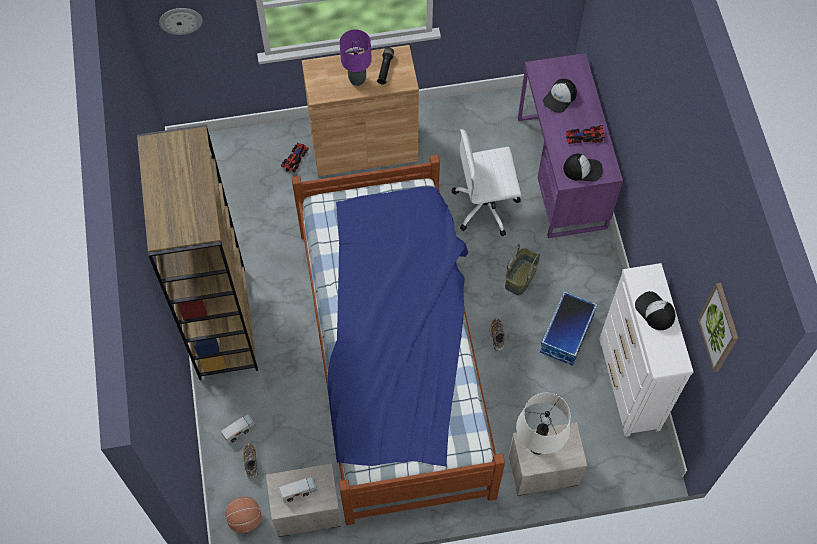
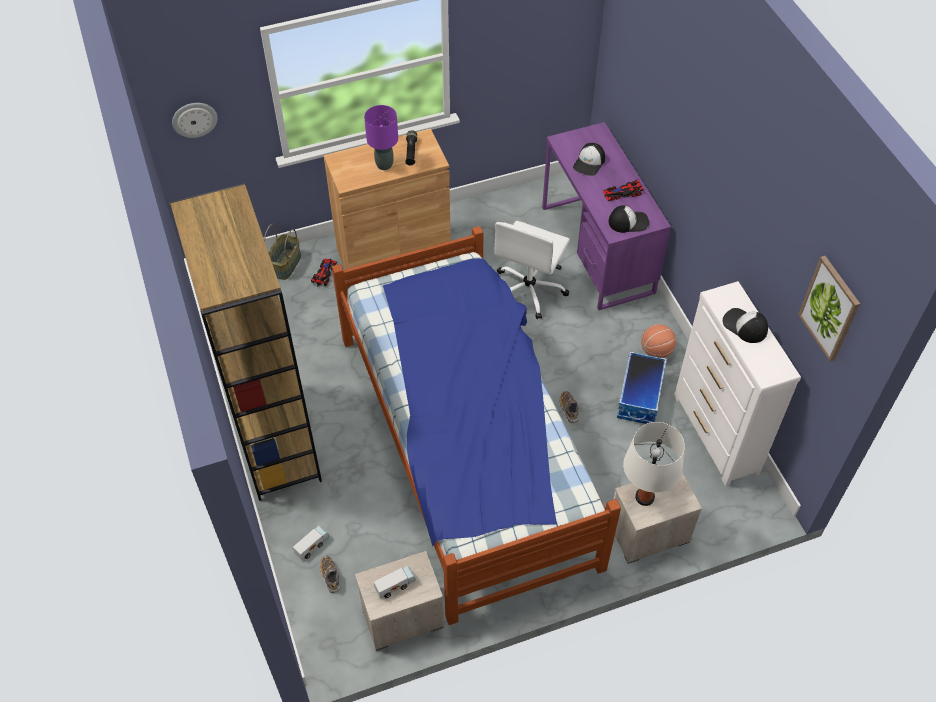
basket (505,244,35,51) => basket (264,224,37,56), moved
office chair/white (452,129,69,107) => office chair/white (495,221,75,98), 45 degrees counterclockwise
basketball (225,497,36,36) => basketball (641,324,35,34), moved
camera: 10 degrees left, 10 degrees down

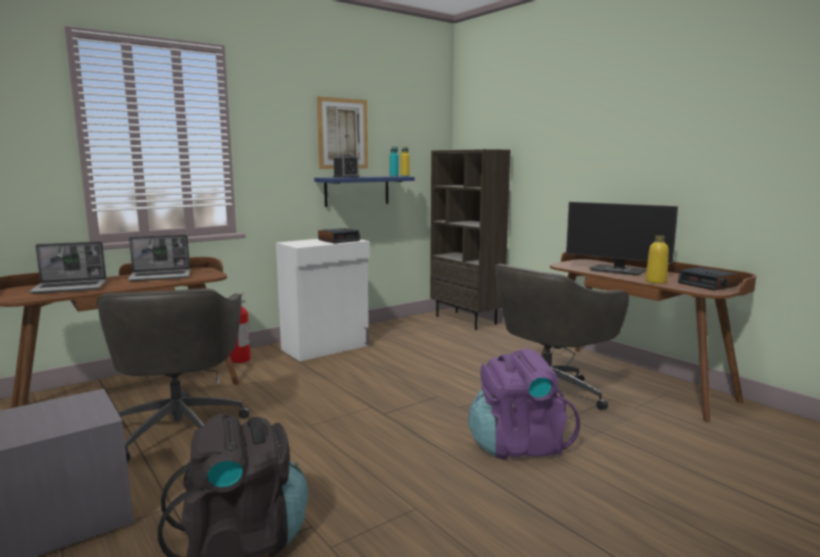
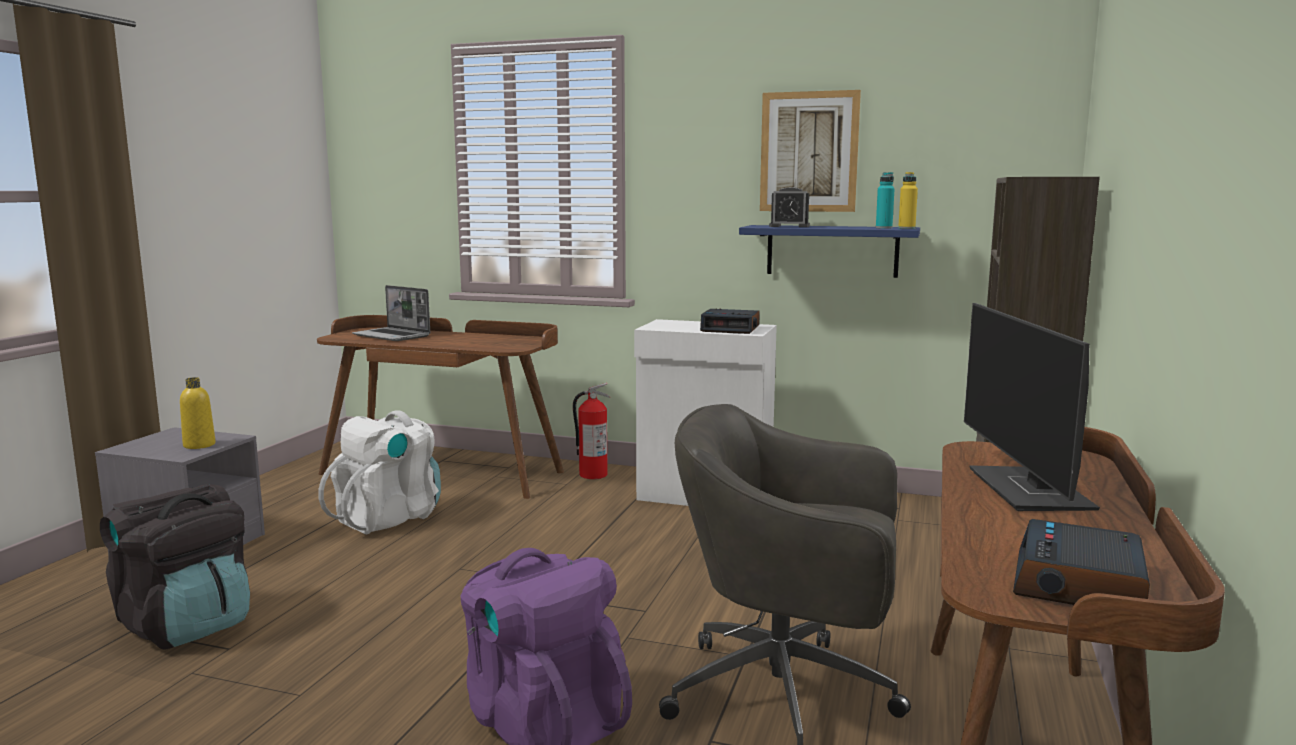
bottle/yellow (645,235,24,49) => bottle/yellow (180,377,36,72), moved
office chair/grey (97,288,153,174) => backpack/white (318,410,123,124)
laptop (128,235,62,46) => nothing
camera: 55 degrees right, 0 degrees up

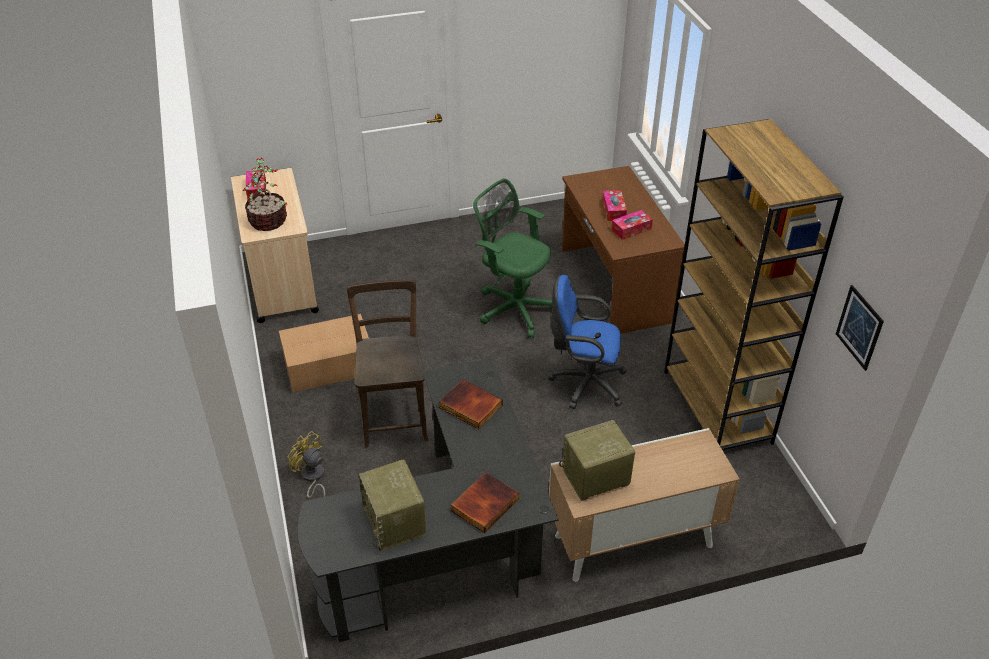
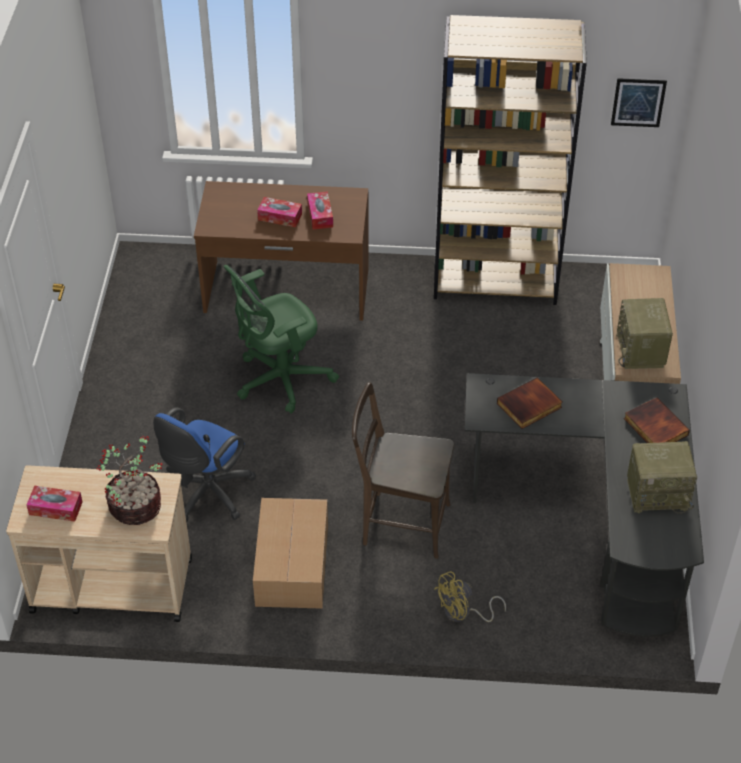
office chair/blue (548,275,79,134) => office chair/blue (153,408,103,115), moved
camera: 70 degrees left, 5 degrees up

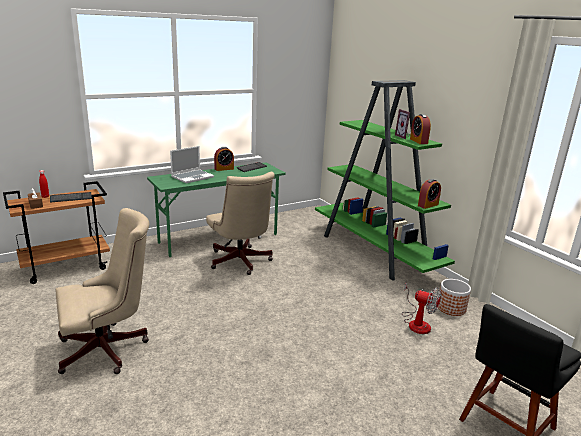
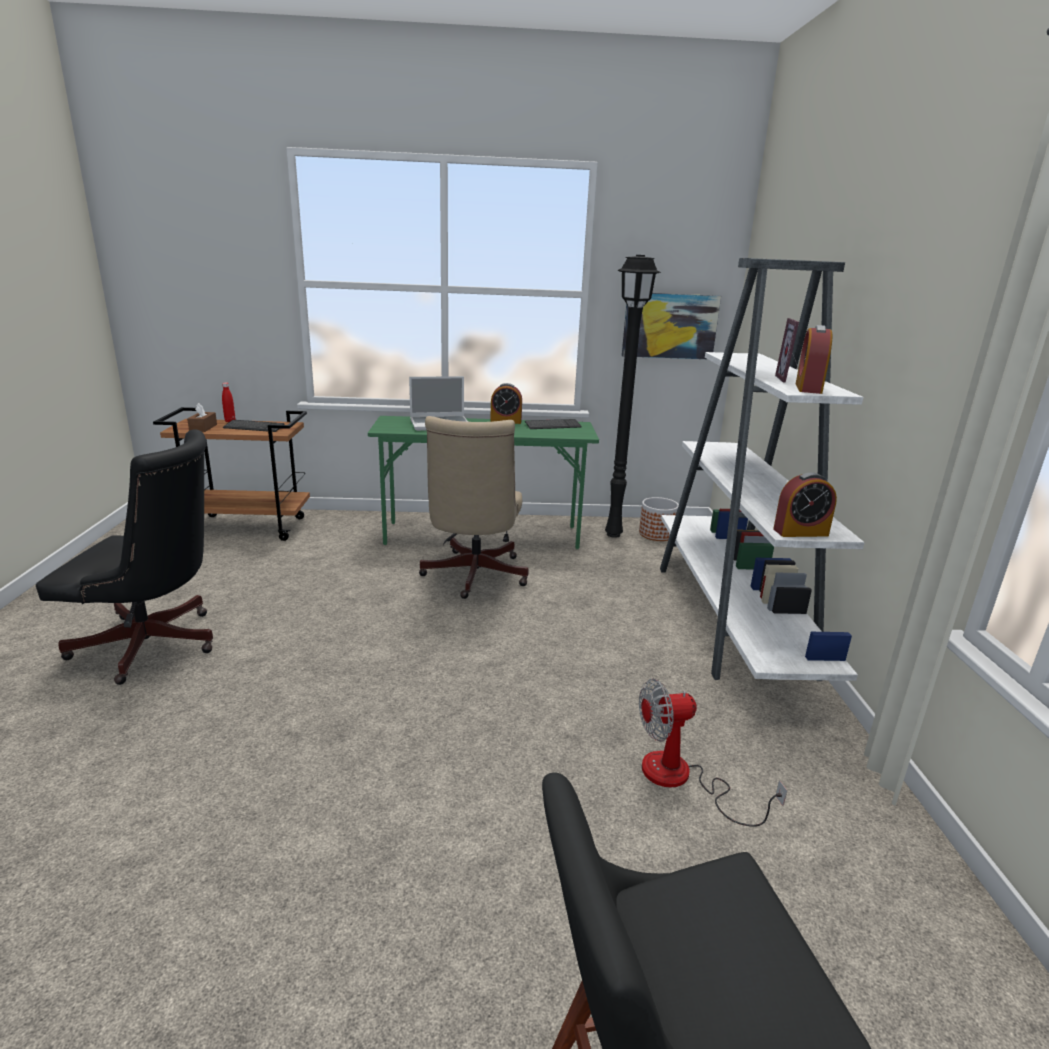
office chair/beige (56,208,93,166) => office chair/black (36,429,177,256)
nothing => floor lamp/black (605,255,56,283)
nothing => picture (622,293,99,66)
planter (438,279,33,37) => planter (639,497,40,44), moved
fan (402,283,39,51) => fan (639,678,148,149), 105 degrees clockwise
bookcase/green (315,80,140,201) => bookcase/white (660,258,205,423)
camera: 30 degrees right, 0 degrees up

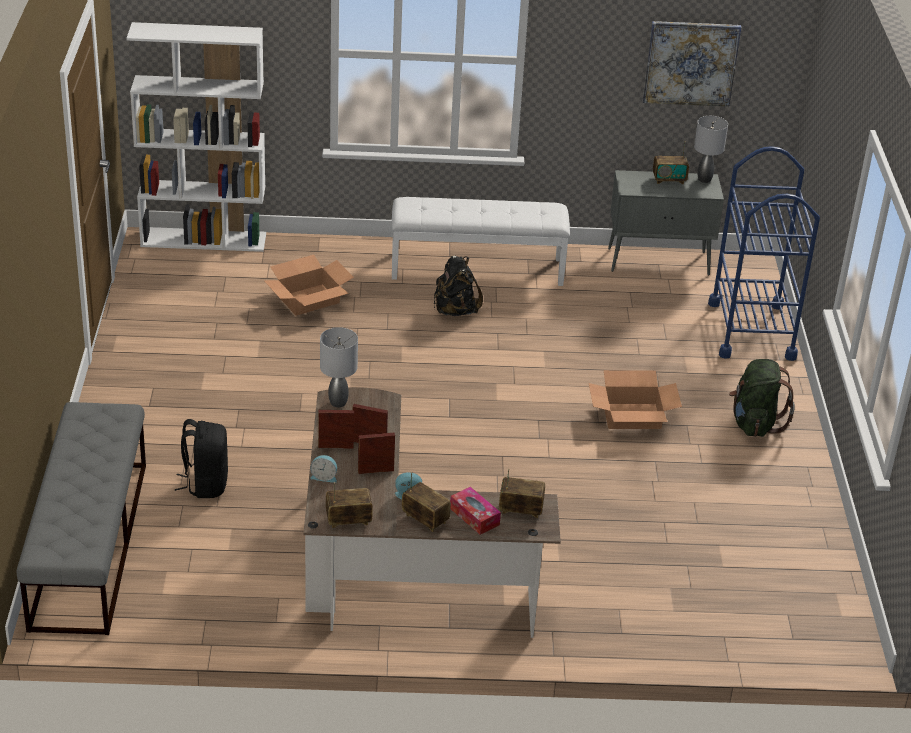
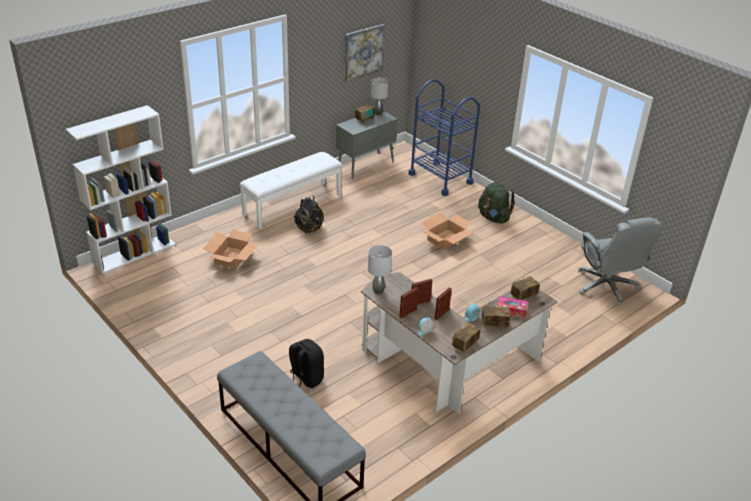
nothing => office chair/grey (578,217,84,89)
camera: 40 degrees left, 0 degrees up

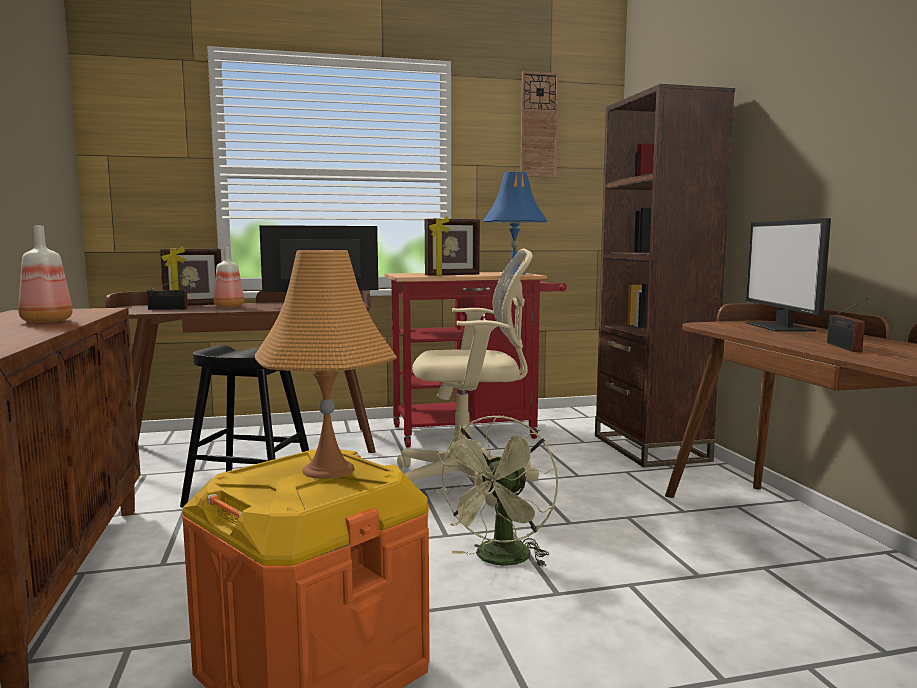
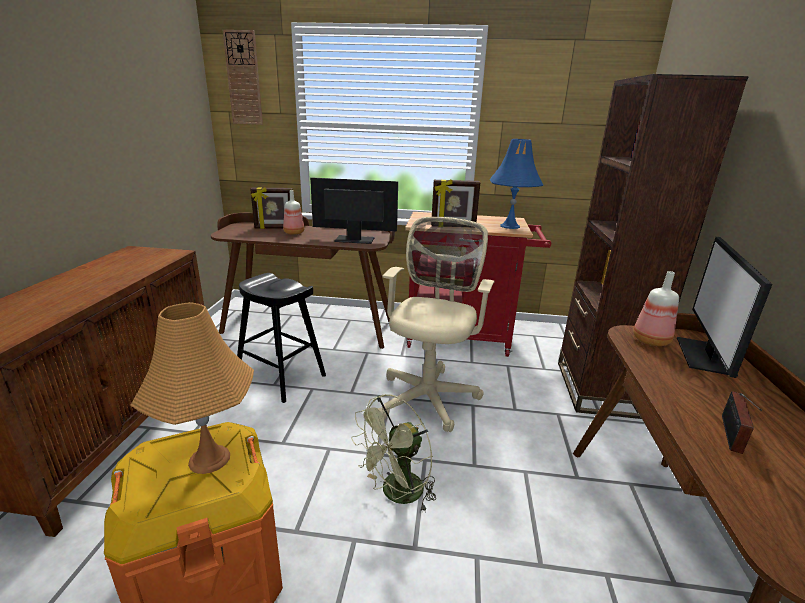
wall clock (520,71,39,106) => wall clock (223,30,40,95), moved
office chair/beige (397,249,142,257) => office chair/beige (378,217,117,215), 90 degrees counterclockwise
bottle (18,226,54,97) => bottle (633,271,46,75), moved
radio (147,276,42,34) => nothing
camera: 20 degrees right, 15 degrees up

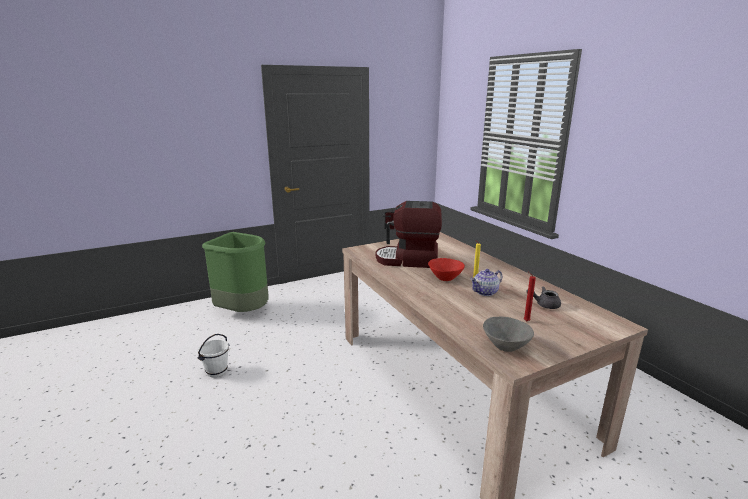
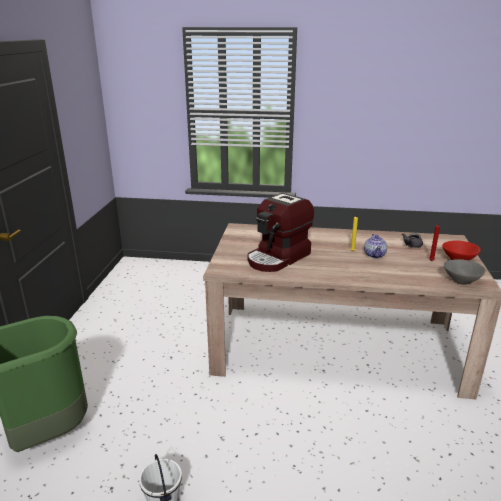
bowl/red (428,258,37,23) => bowl/red (442,240,39,20), moved
camera: 55 degrees left, 5 degrees up

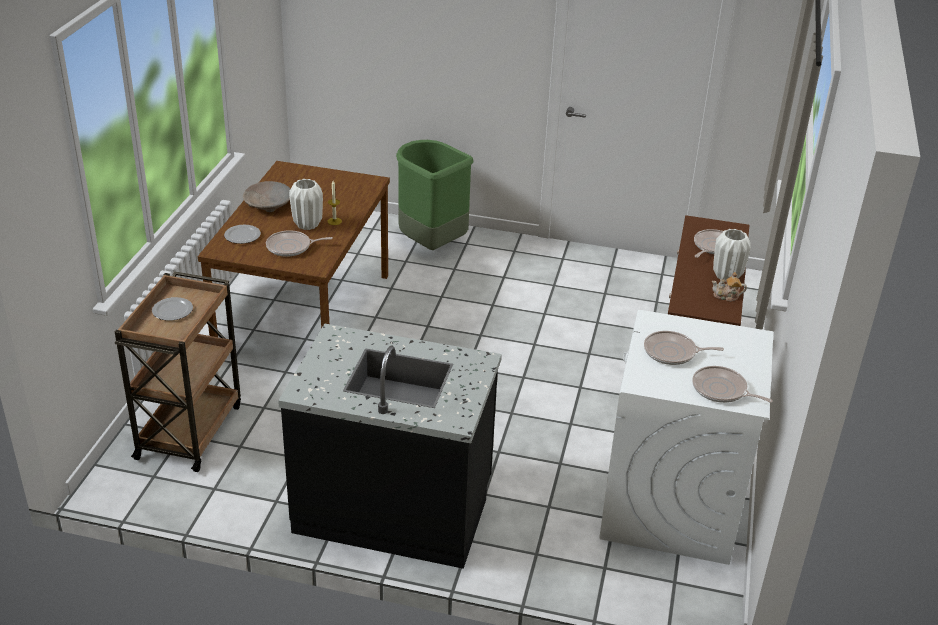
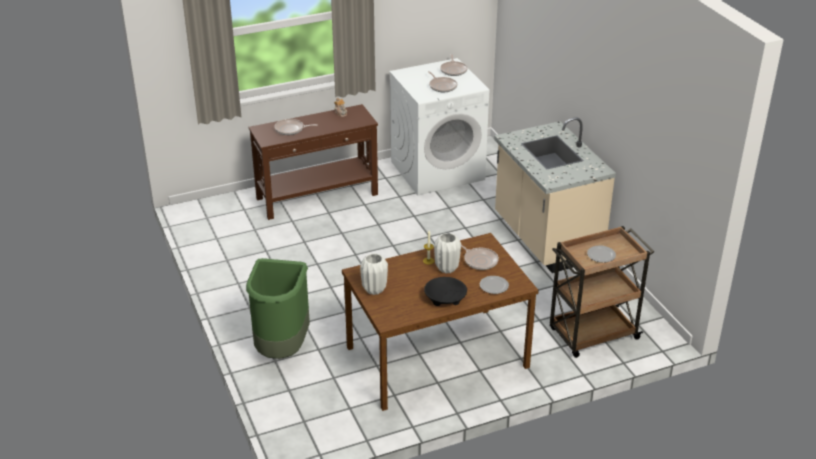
vase/white (713,229,38,53) => vase/white (360,253,28,42), moved
bowl/beige (243,181,47,31) => bowl/black (424,277,43,29)
counter/black (278,323,224,246) => counter/beige (494,117,122,156)
camera: 125 degrees left, 0 degrees up

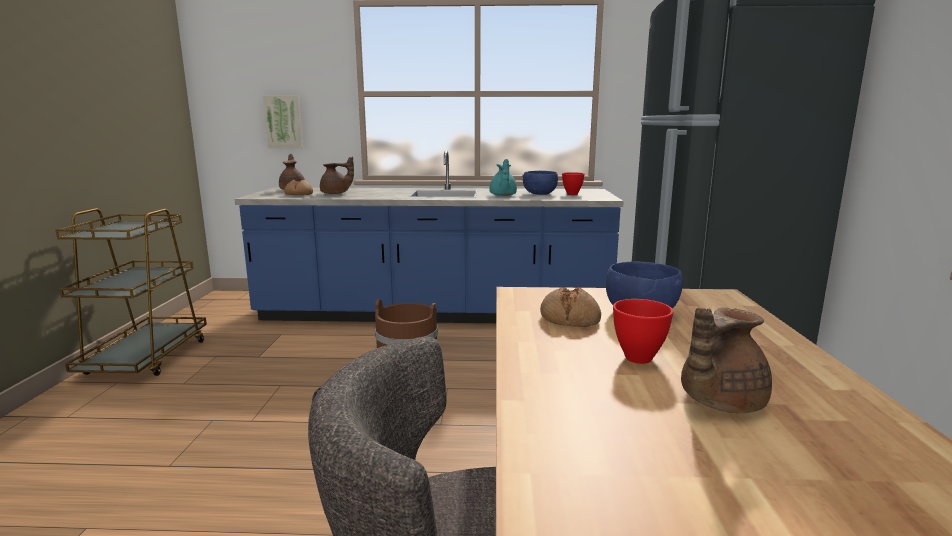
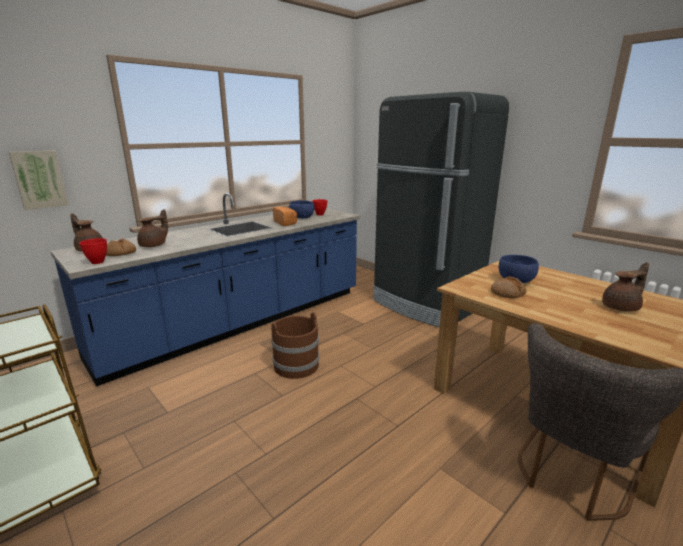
bowl/red (613,299,61,65) => bowl/red (79,238,28,26), moved
teapot/turquoise (489,159,28,37) => bread (273,207,24,19)
teapot/brown (681,308,91,105) => teapot/brown (602,262,47,50), 120 degrees counterclockwise
camera: 45 degrees left, 5 degrees up

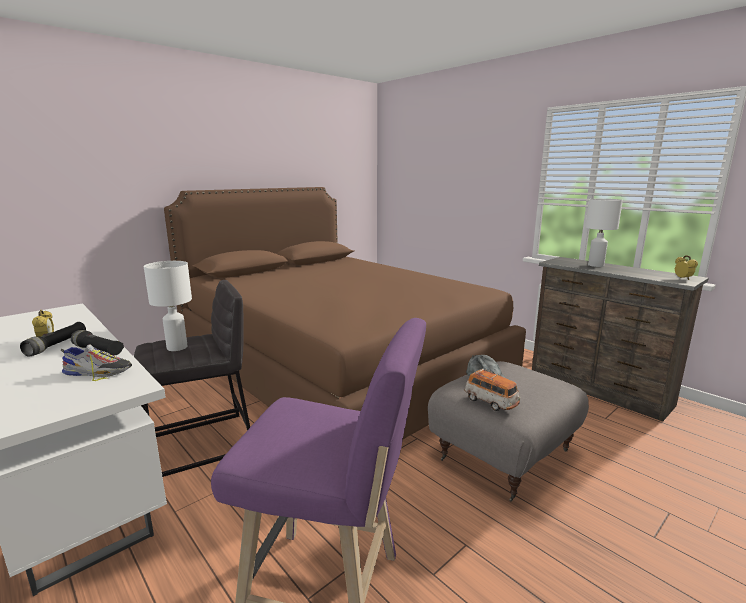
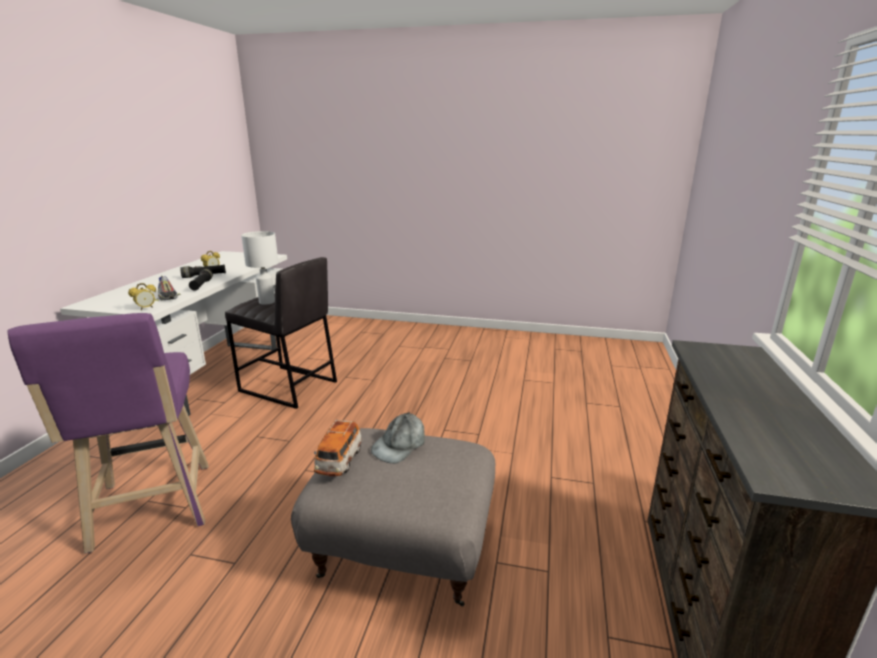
alarm clock (675,255,23,25) => alarm clock (128,283,28,27), moved
bed/brown (164,187,362,252) => nothing
table lamp/white (585,199,38,68) => nothing
camera: 55 degrees right, 5 degrees up

